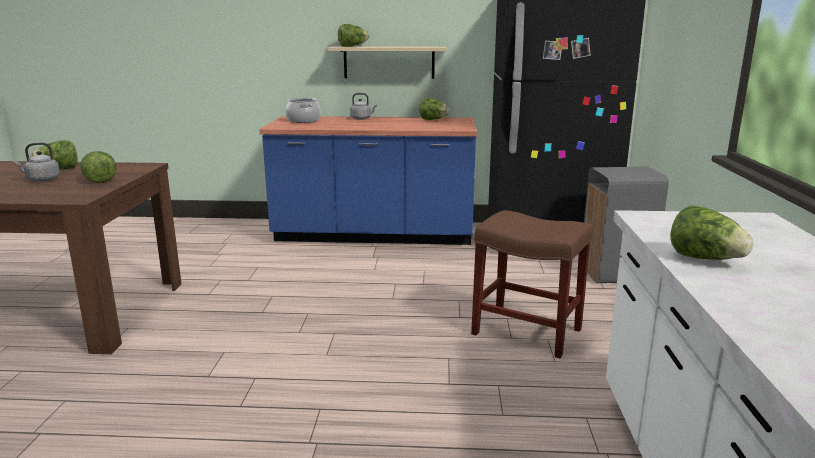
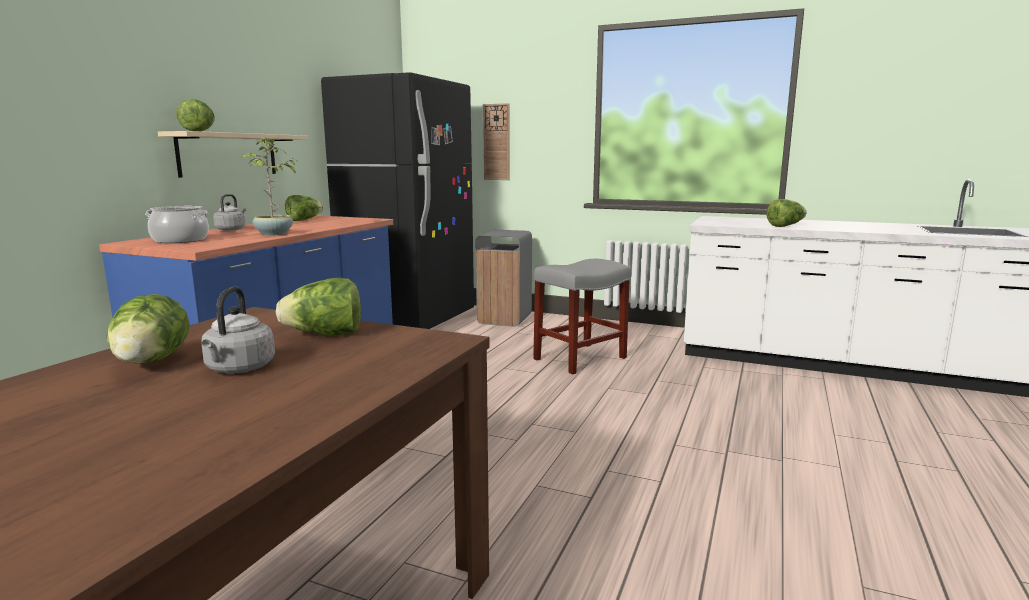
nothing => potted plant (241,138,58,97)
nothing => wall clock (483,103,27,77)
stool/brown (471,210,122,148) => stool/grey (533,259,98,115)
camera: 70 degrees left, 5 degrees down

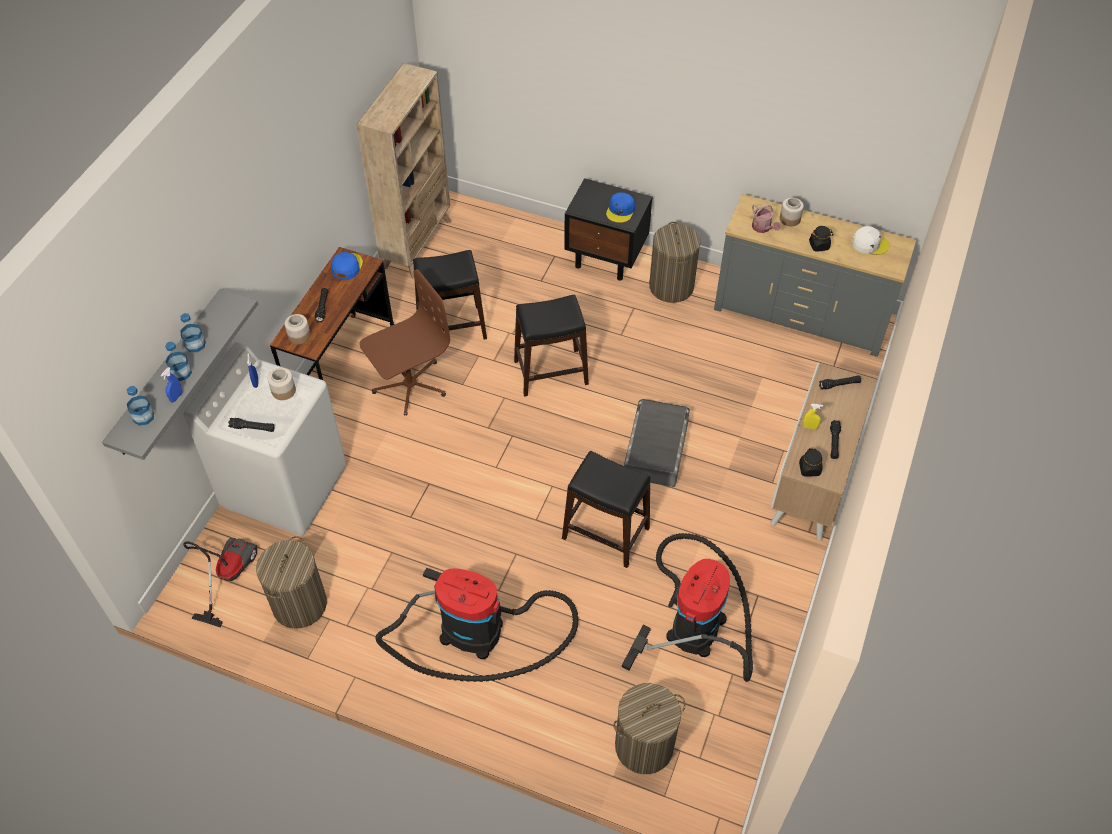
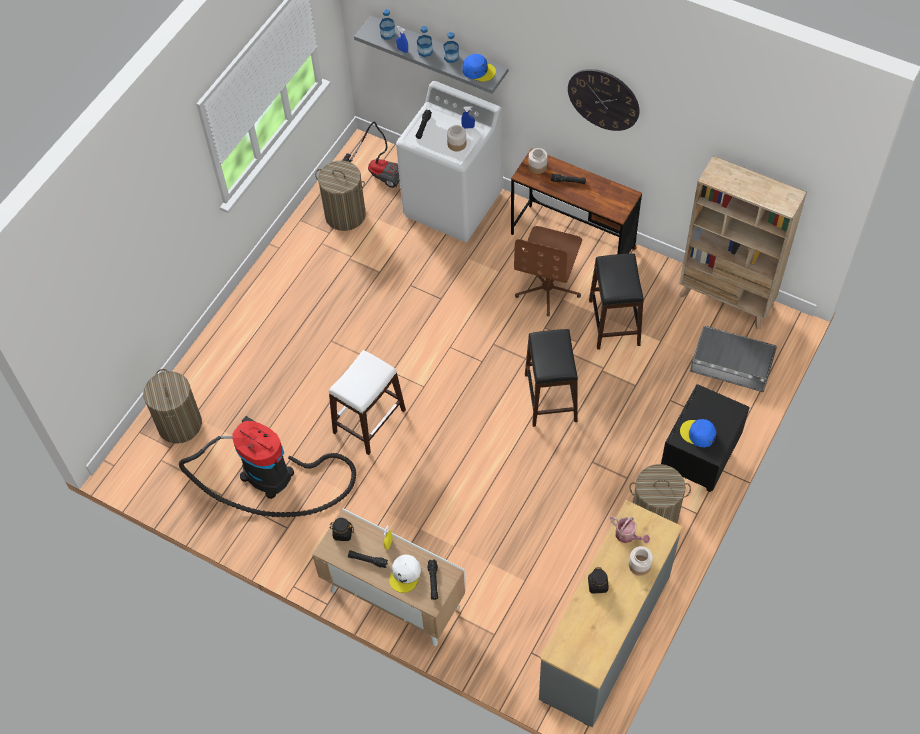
stool/black (562,451,89,117) => stool/white (329,350,77,105)
cap/white (852,226,38,29) => cap/white (389,555,32,38), moved
cap/blue (331,252,32,28) => cap/blue (462,54,34,28), moved
office chair/brown (360,269,90,147) => office chair/brown (514,226,68,91), 45 degrees clockwise
nothing => wall clock (568,69,72,62)
watering can (752,204,28,29) => watering can (610,516,40,28), 120 degrees counterclockwise
storage box/grey (624,399,66,88) => storage box/grey (690,326,87,66), moved
vacuum cleaner (375,568,204,114) => nothing
camera: 100 degrees right, 5 degrees up

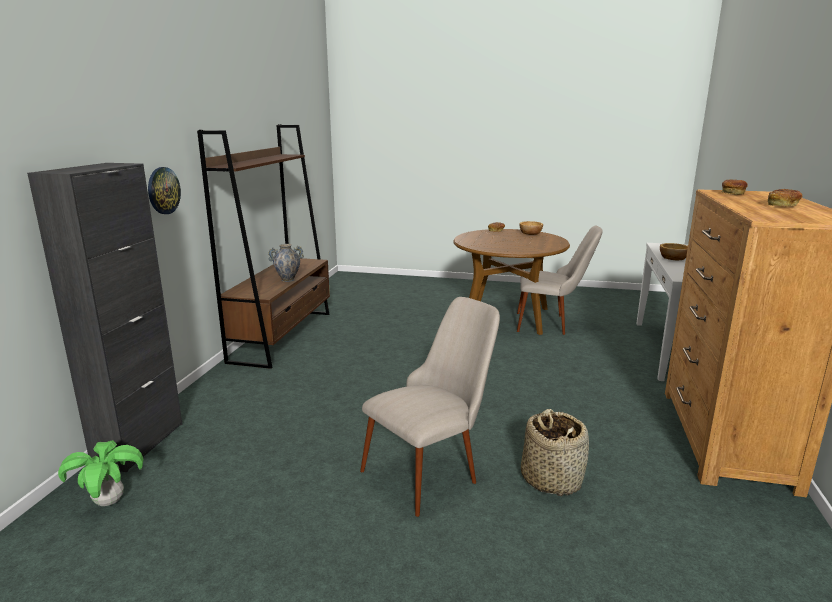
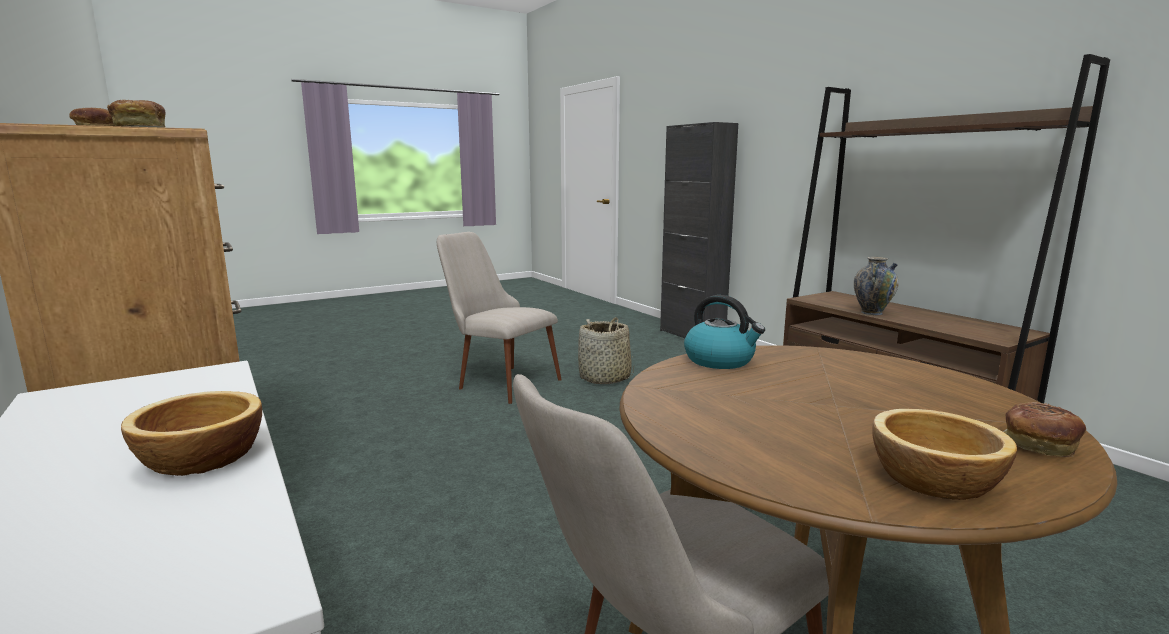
chair/beige (360,297,140,220) => chair/beige (437,232,125,172), 120 degrees clockwise
basket (521,409,68,87) => basket (578,317,56,67), moved
nothing => kettle (684,295,81,74)
potted plant (58,440,85,66) => nothing
wall clock (148,167,33,47) => nothing
camera: 135 degrees right, 5 degrees down

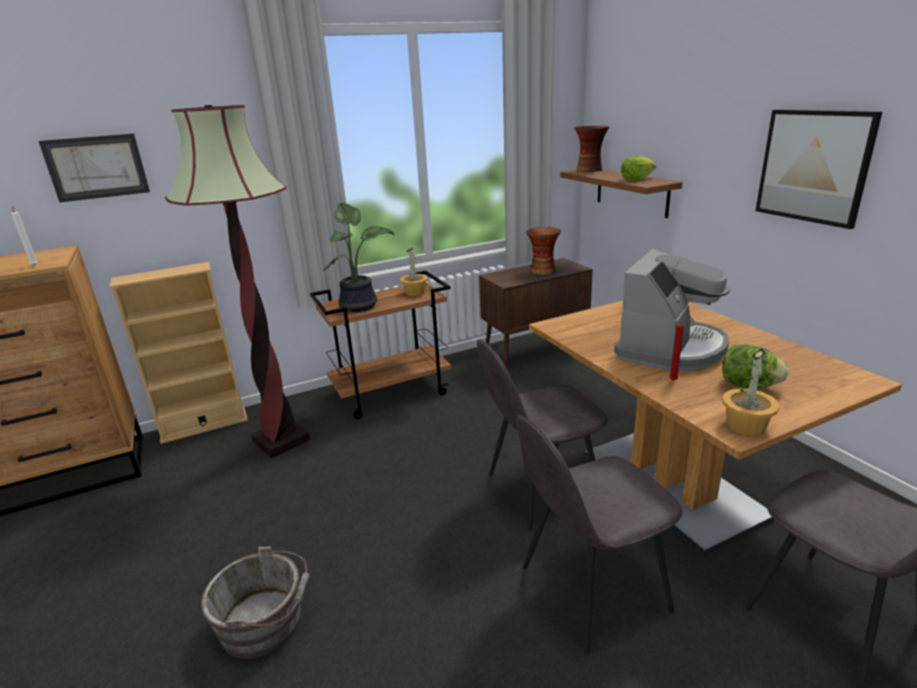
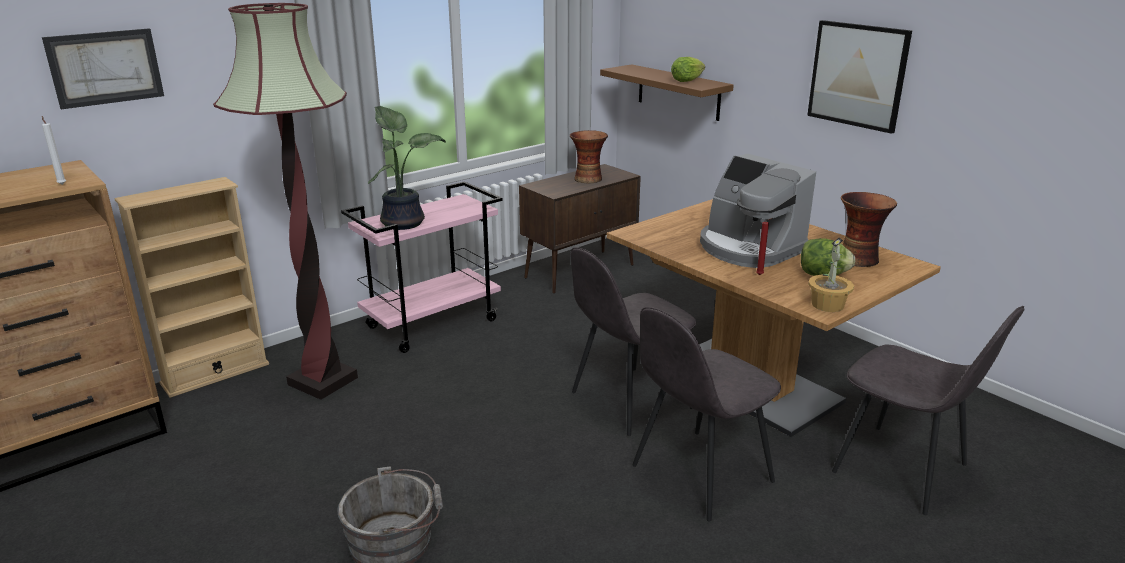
cart/brown (310,271,141,149) => cart/pink (341,181,162,172)
coffee machine (614,249,116,122) => coffee machine (700,154,116,114), 120 degrees clockwise
vase (574,126,35,46) => vase (841,192,56,75), moved
potted plant (400,248,28,48) => nothing
camera: 15 degrees left, 0 degrees up

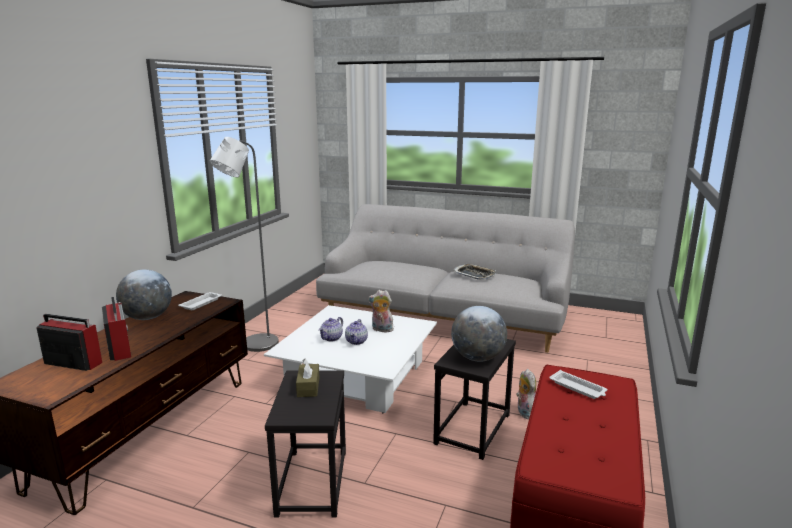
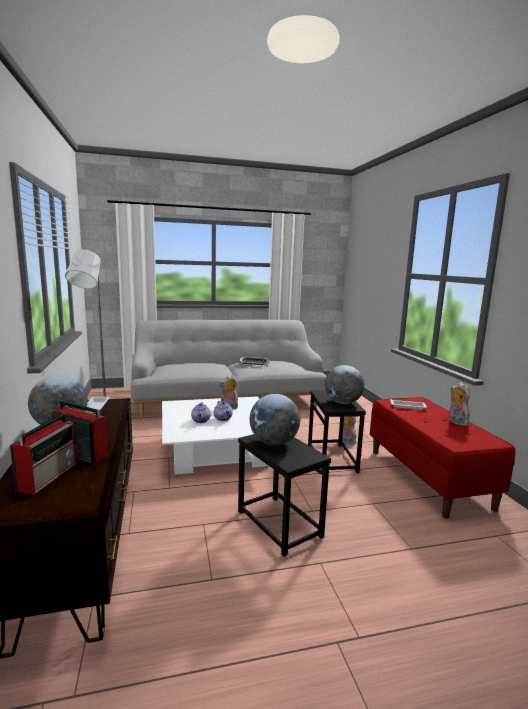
radio (36,314,66,57) => radio (10,413,66,82), 120 degrees clockwise
tissue box/brown (296,359,24,38) => globe (250,394,50,51)
nothing => plush toy (449,382,21,44)
camera: 35 degrees left, 5 degrees down

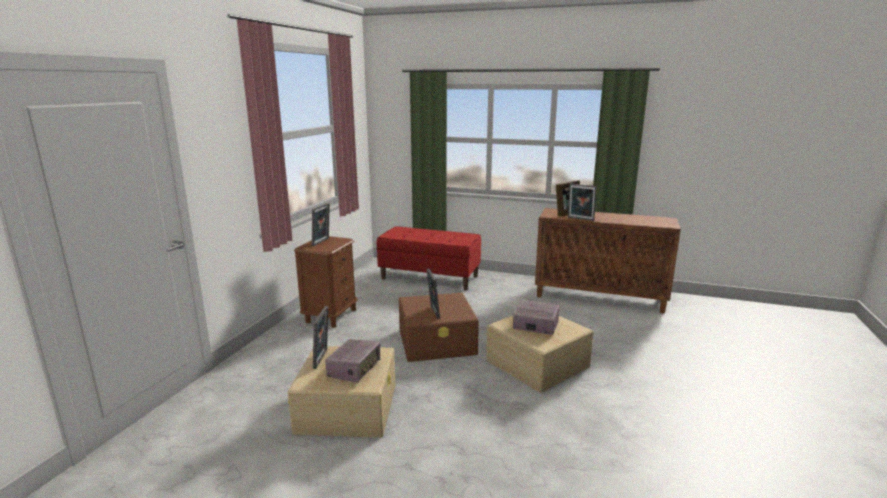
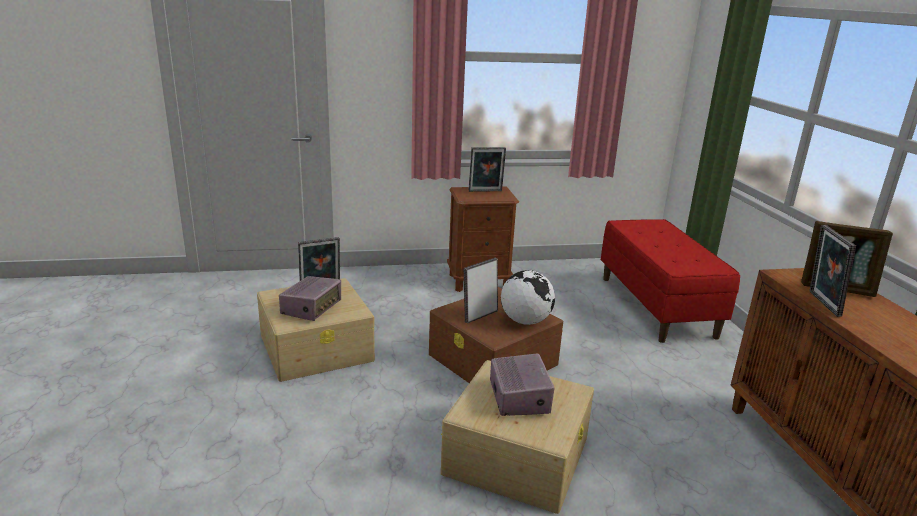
radio (325,339,55,44) => radio (279,276,62,45), 60 degrees counterclockwise
nothing => globe (501,270,54,55)
camera: 60 degrees right, 5 degrees up

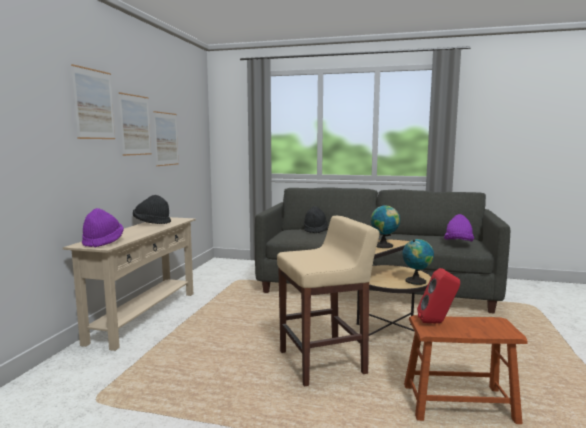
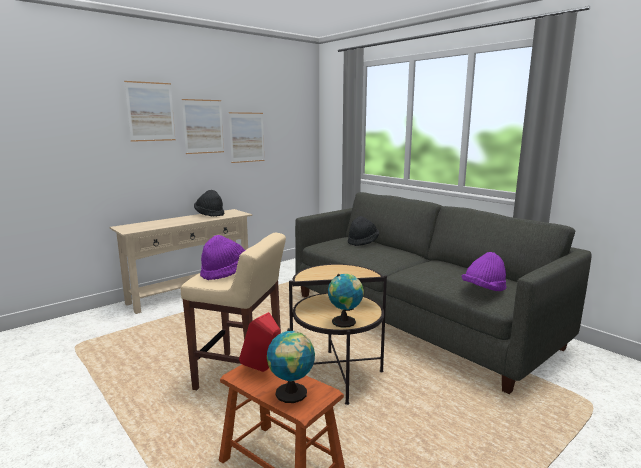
hat/purple (82,208,42,39) => hat/purple (200,235,45,45), moved
globe (371,205,29,43) => globe (267,328,48,75), moved
camera: 35 degrees right, 5 degrees up

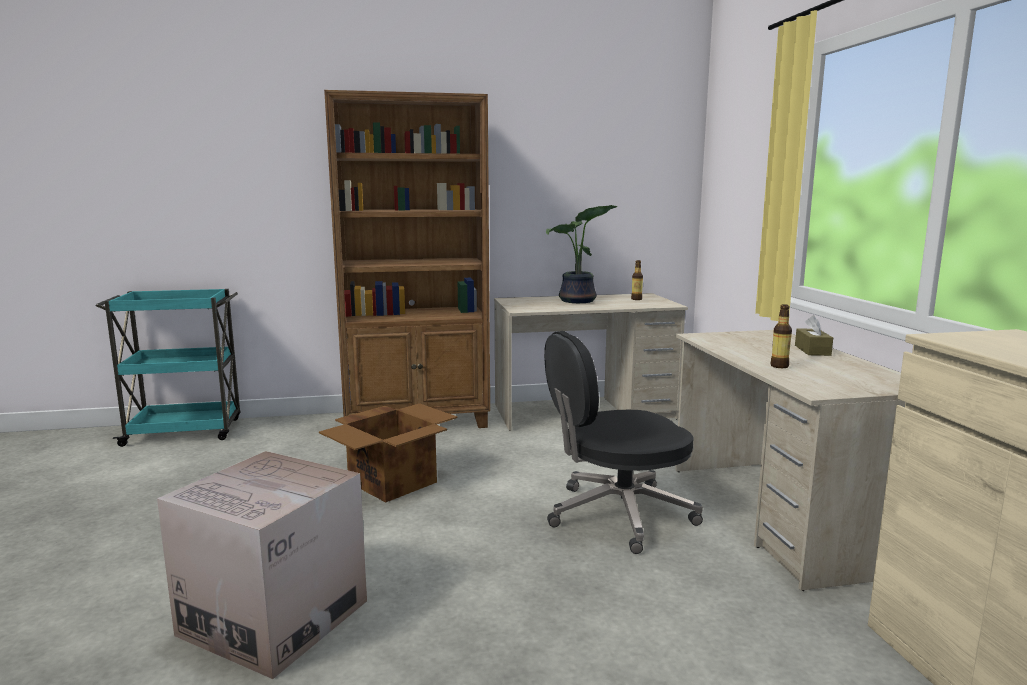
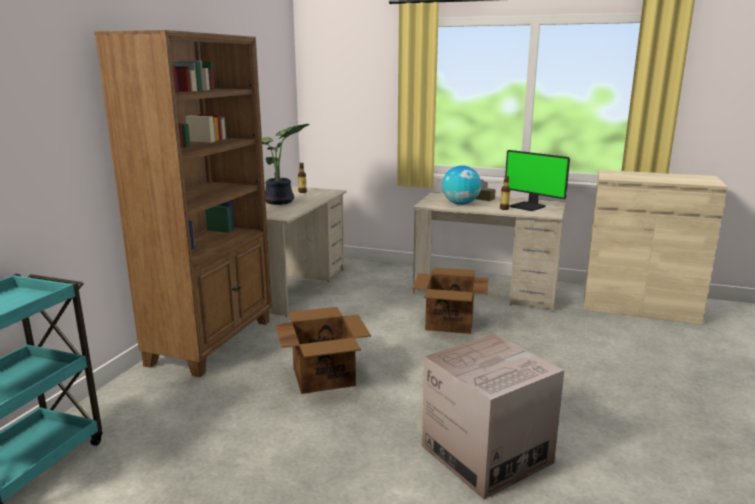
office chair/black (544,331,159,223) => cardboard box (413,268,75,66)
nothing => globe (442,165,39,40)
nothing => monitor (505,150,65,61)
camera: 60 degrees left, 5 degrees up

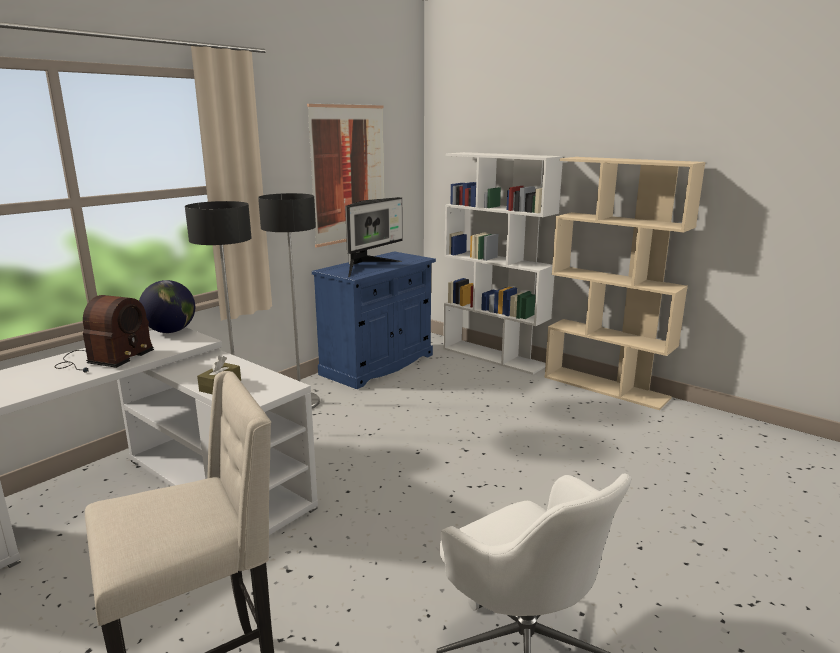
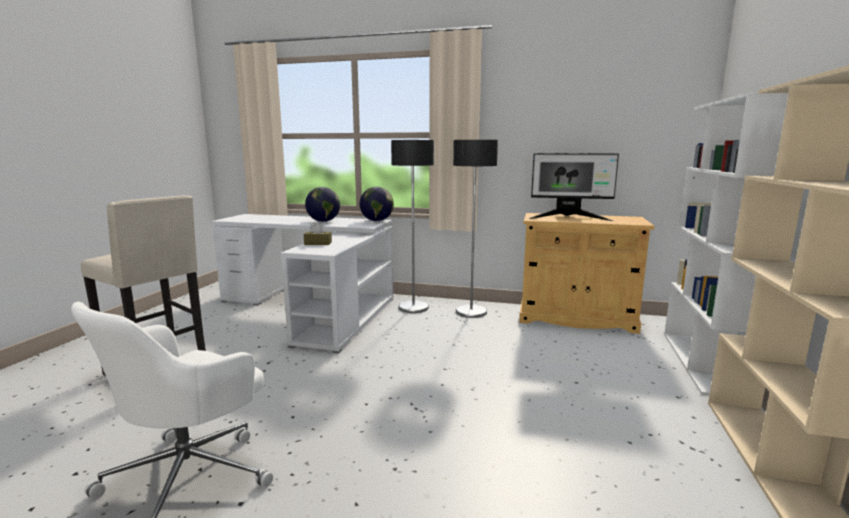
radio (54,295,100,78) => globe (305,187,35,35)
cabinet/blue (312,251,124,138) => cabinet/beige (519,213,136,121)
picture (307,103,77,145) => nothing
camera: 65 degrees right, 5 degrees down

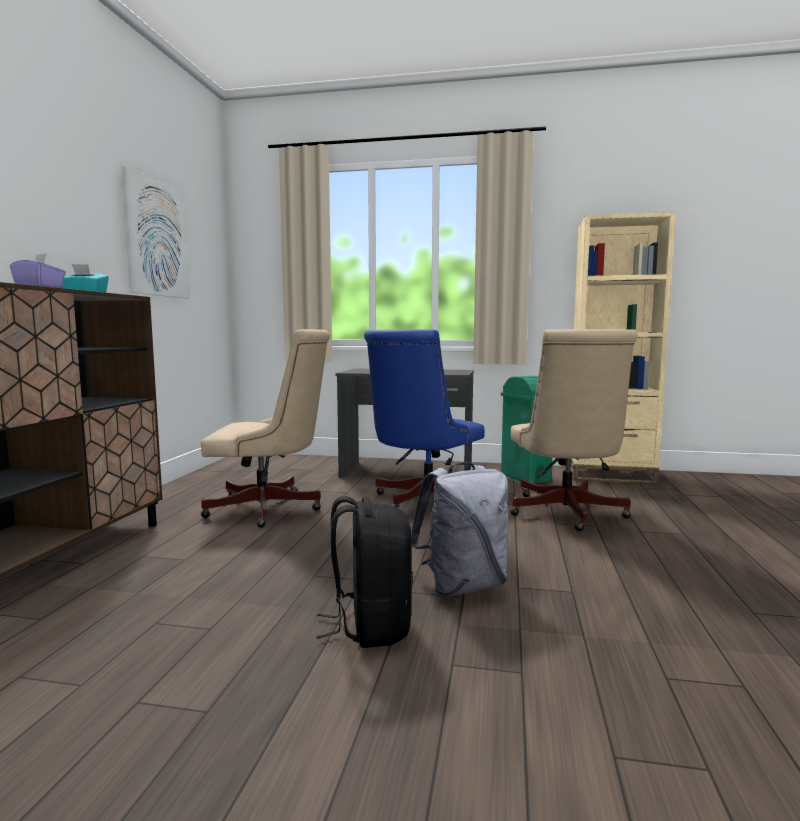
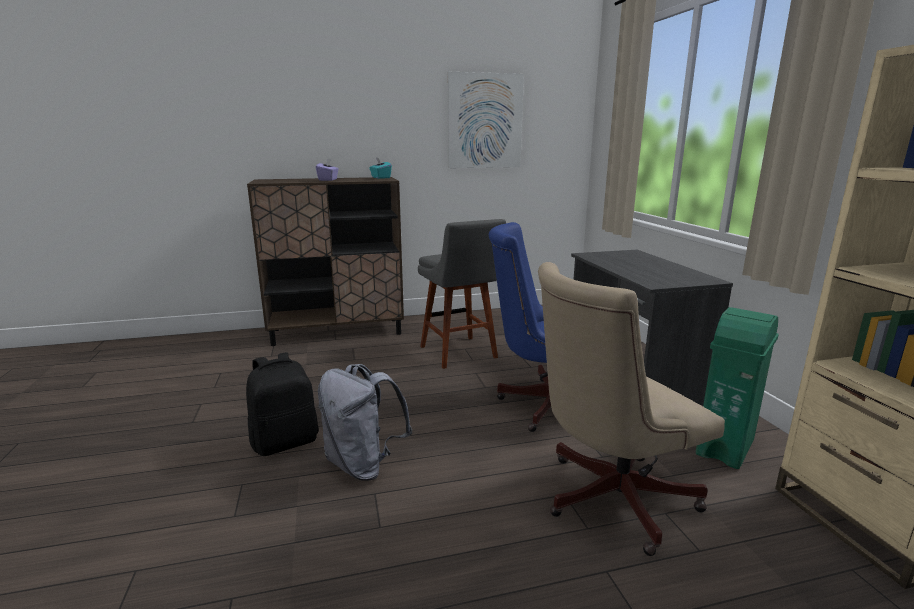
office chair/beige (201,330,129,198) => stool/grey (418,219,88,150)
camera: 65 degrees right, 10 degrees up

